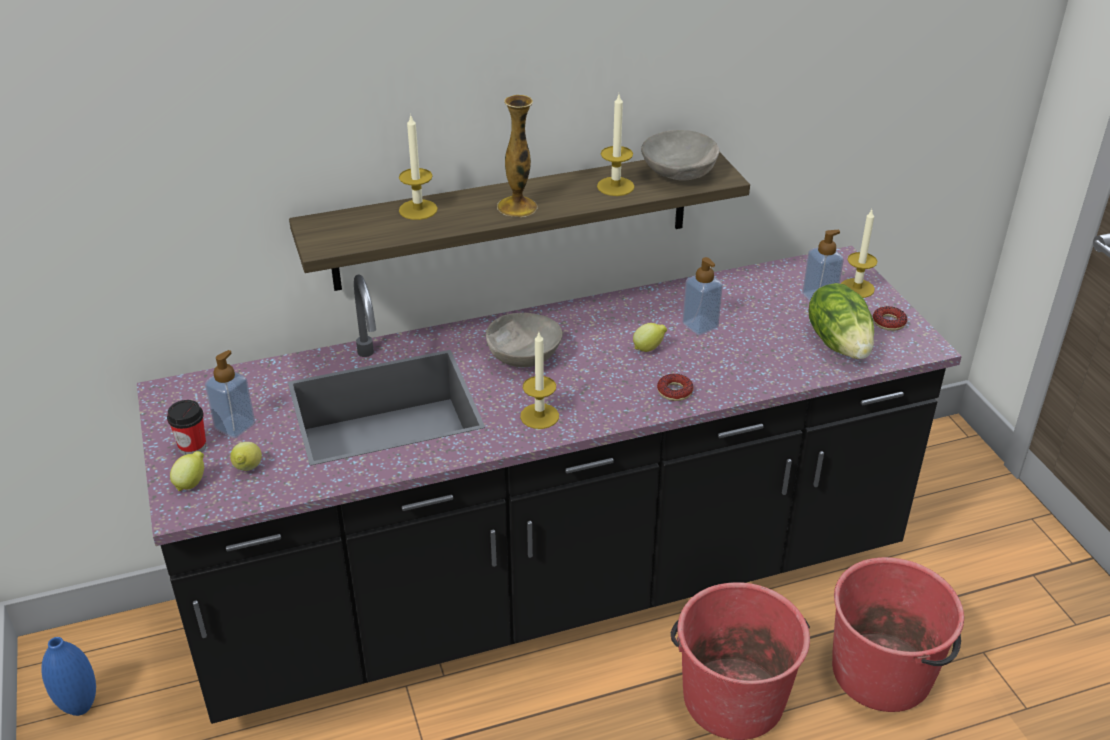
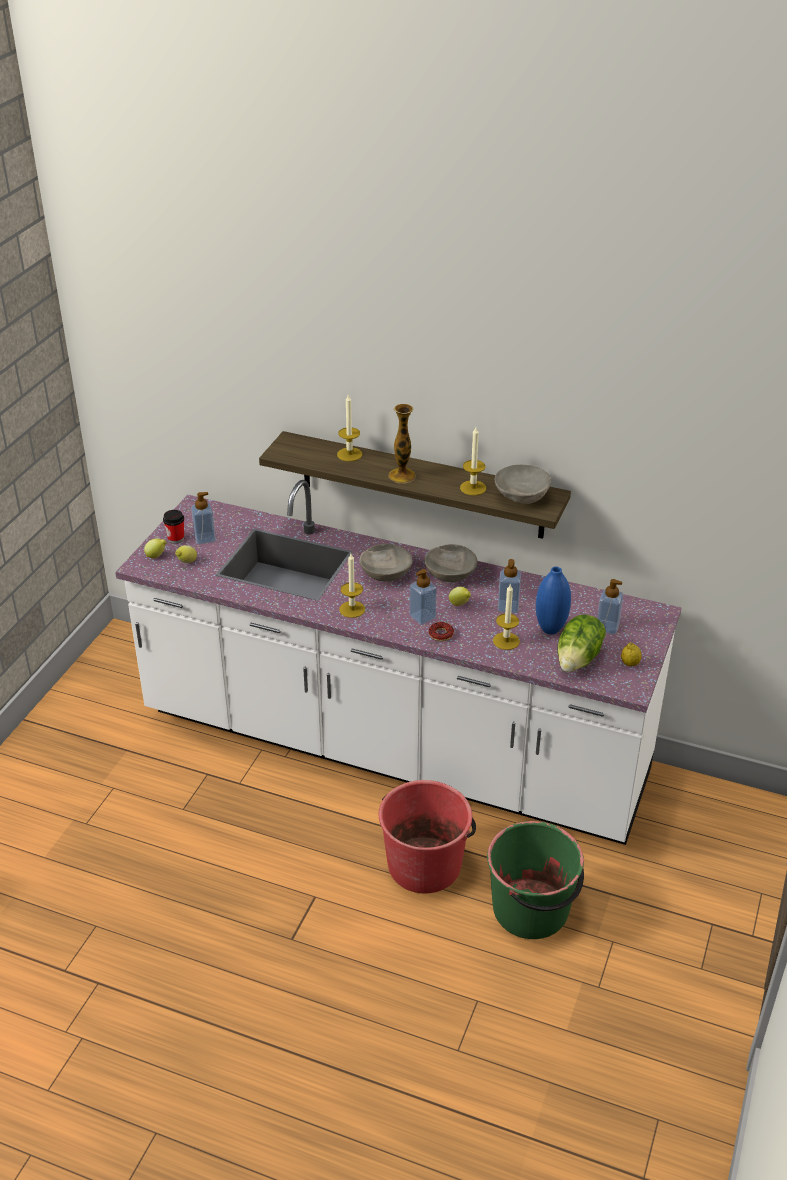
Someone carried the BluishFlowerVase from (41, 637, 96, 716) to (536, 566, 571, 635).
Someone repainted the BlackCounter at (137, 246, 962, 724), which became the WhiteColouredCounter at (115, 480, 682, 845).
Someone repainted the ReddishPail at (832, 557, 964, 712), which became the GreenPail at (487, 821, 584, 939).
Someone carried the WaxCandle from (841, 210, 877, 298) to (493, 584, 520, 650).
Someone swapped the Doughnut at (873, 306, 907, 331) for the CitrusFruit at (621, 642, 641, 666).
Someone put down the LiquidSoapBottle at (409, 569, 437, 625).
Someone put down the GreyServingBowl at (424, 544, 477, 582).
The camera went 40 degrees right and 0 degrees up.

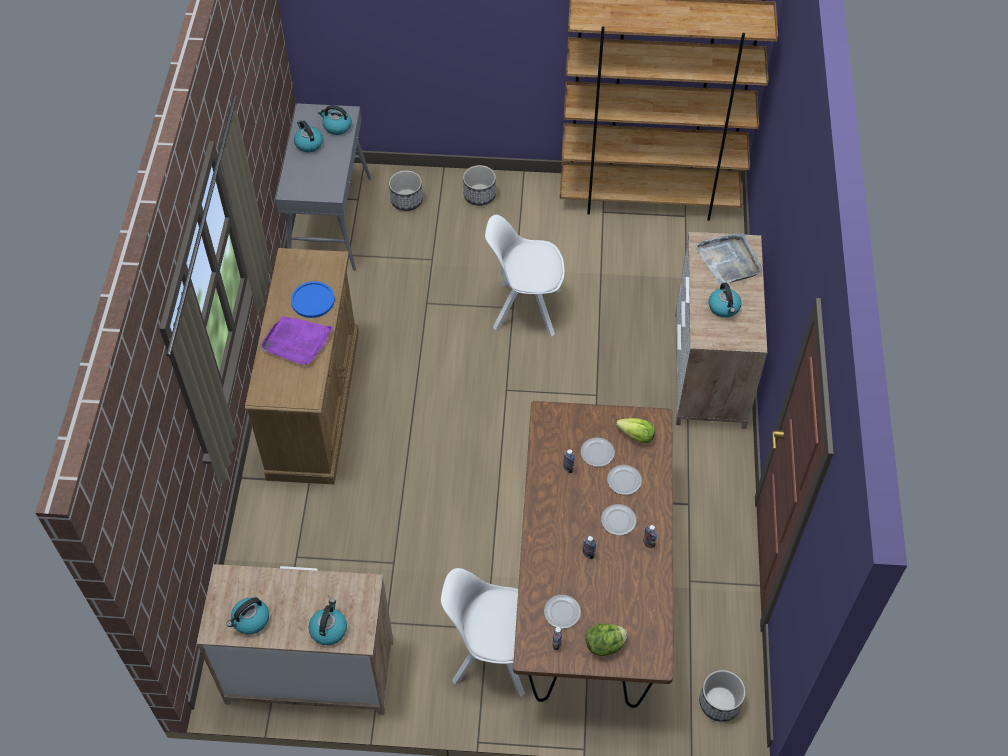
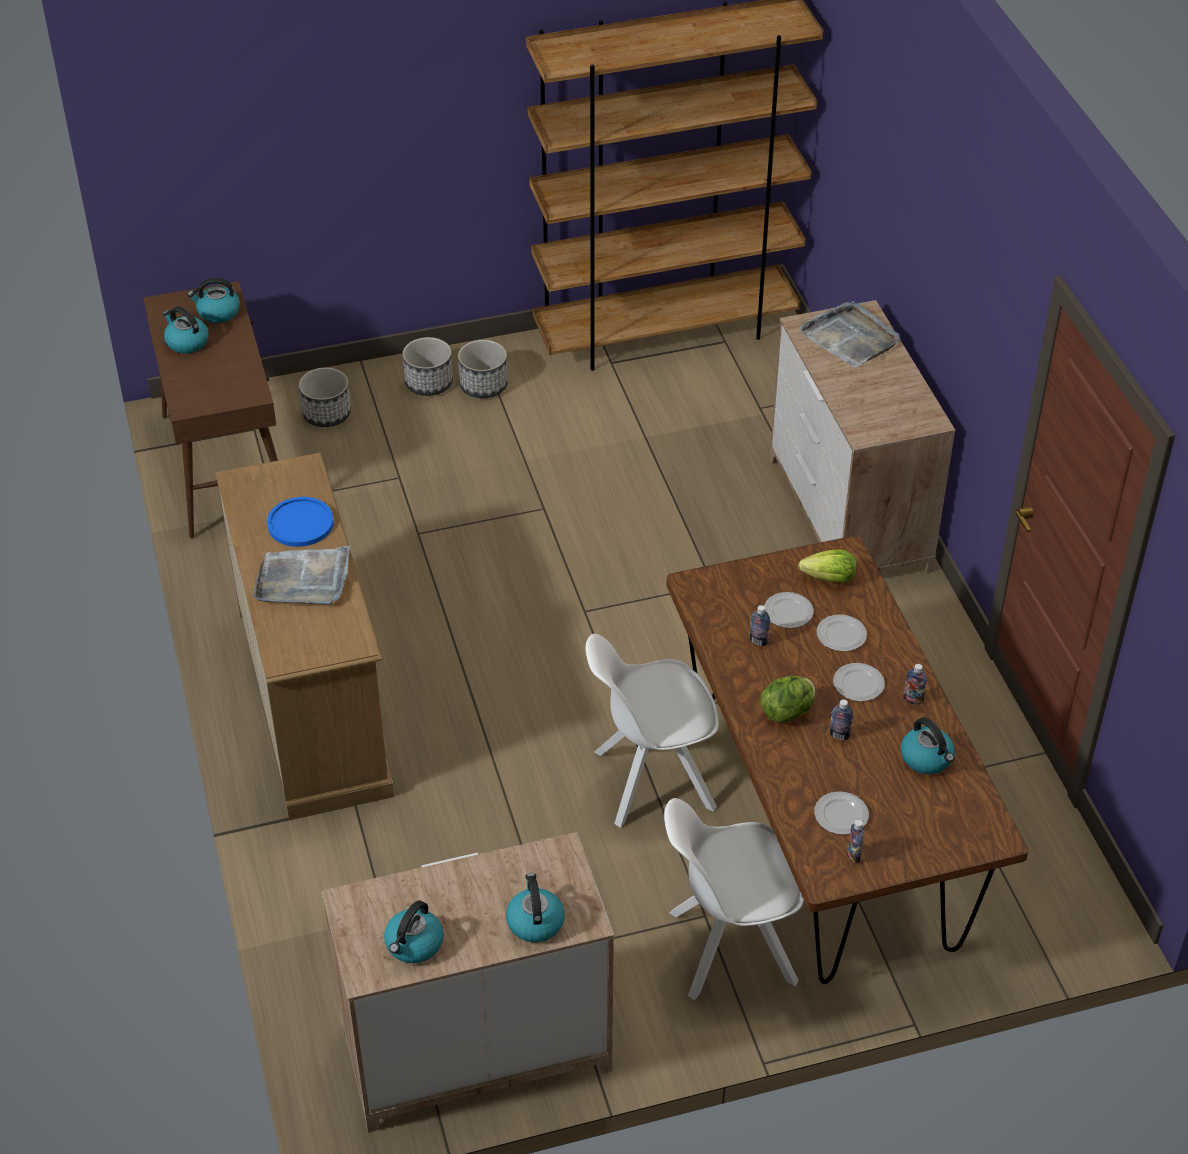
Someone repainted the PurplishTray at (260, 316, 333, 365), which became the GreyTray at (253, 545, 350, 605).
Someone repainted the GreyConsoleTable at (276, 103, 371, 271), which became the BrownishConsoleTable at (143, 281, 278, 538).
Someone carried the WhiteColouredChair from (485, 215, 565, 337) to (585, 634, 719, 828).
Someone carried the Lettuce from (585, 624, 627, 656) to (760, 676, 815, 722).
Someone carried the PlantPot from (699, 670, 746, 722) to (458, 340, 508, 398).
Someone carried the Kettle from (708, 283, 741, 318) to (901, 717, 955, 774).
The camera went 20 degrees left and 10 degrees down.

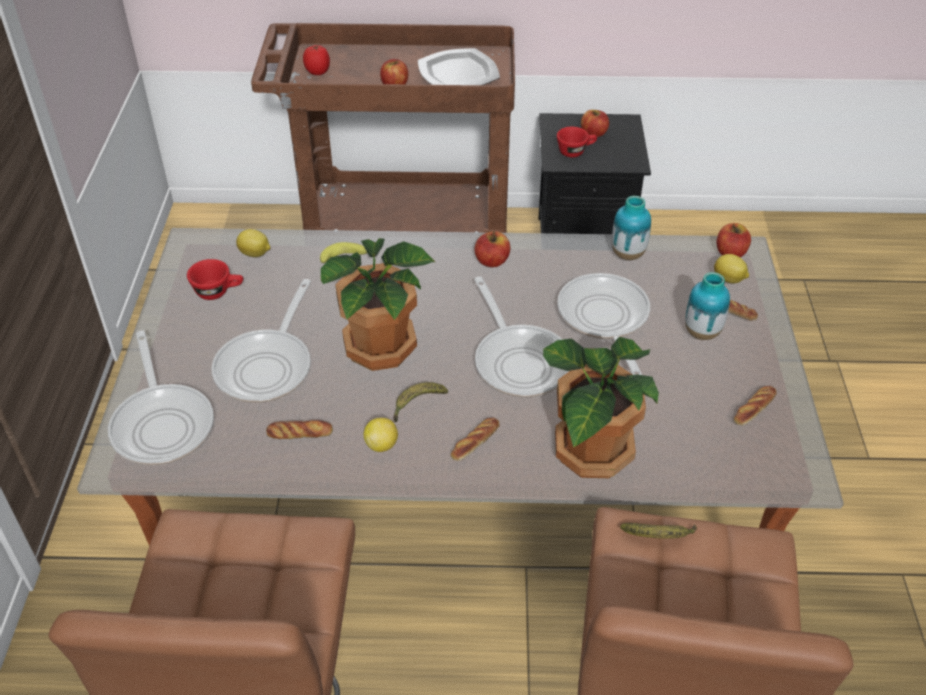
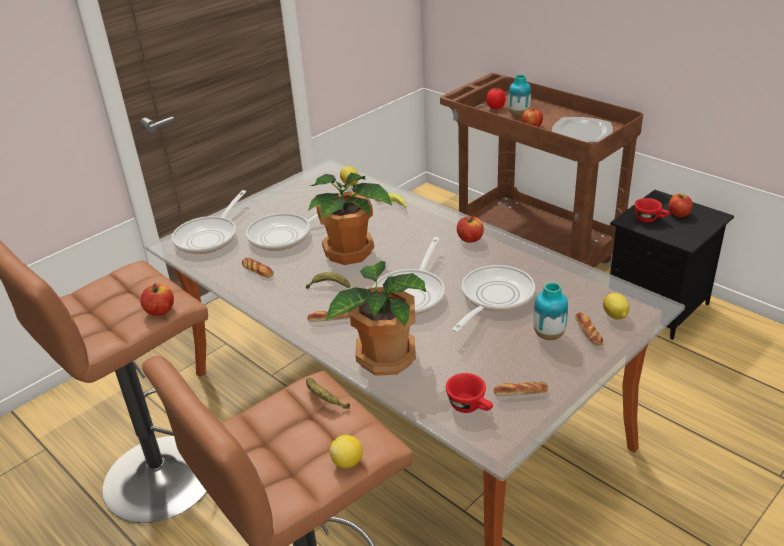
Someone carried the ReddishDrinkingCup from (187, 259, 243, 300) to (446, 373, 493, 413).
Someone carried the CitrusFruit from (364, 418, 398, 452) to (330, 435, 363, 469).
Someone carried the FlowerVase from (612, 196, 651, 260) to (508, 74, 531, 116).
Someone carried the AppleFruit from (717, 223, 751, 258) to (140, 283, 174, 316).
The camera went 45 degrees right and 10 degrees down.

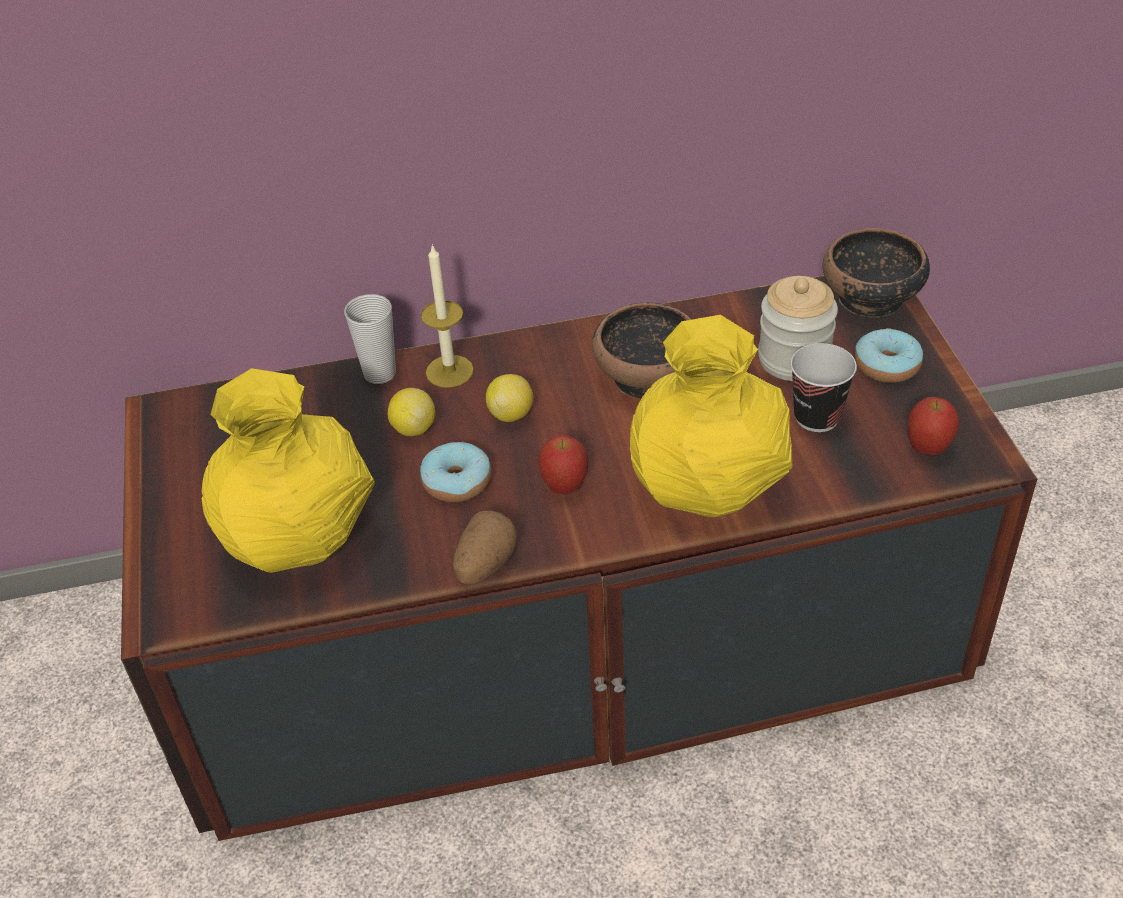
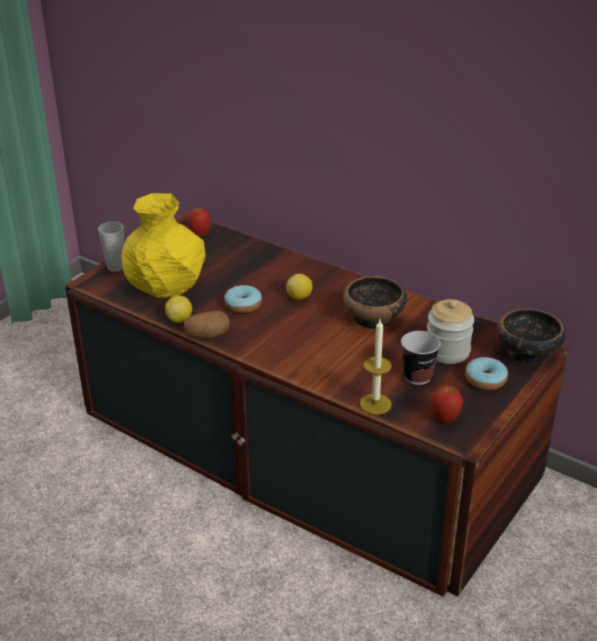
Someone carried the DrinkingCup from (344, 294, 396, 384) to (98, 221, 124, 272).
Someone carried the CitrusFruit from (388, 388, 435, 436) to (165, 296, 192, 323).
Someone carried the WaxCandle from (421, 244, 474, 388) to (360, 320, 392, 415).
Someone carried the AppleFruit from (538, 435, 588, 495) to (187, 207, 210, 237).
Someone took away the YellowFlowerVase at (630, 315, 793, 517).
The camera went 45 degrees right and 10 degrees down.

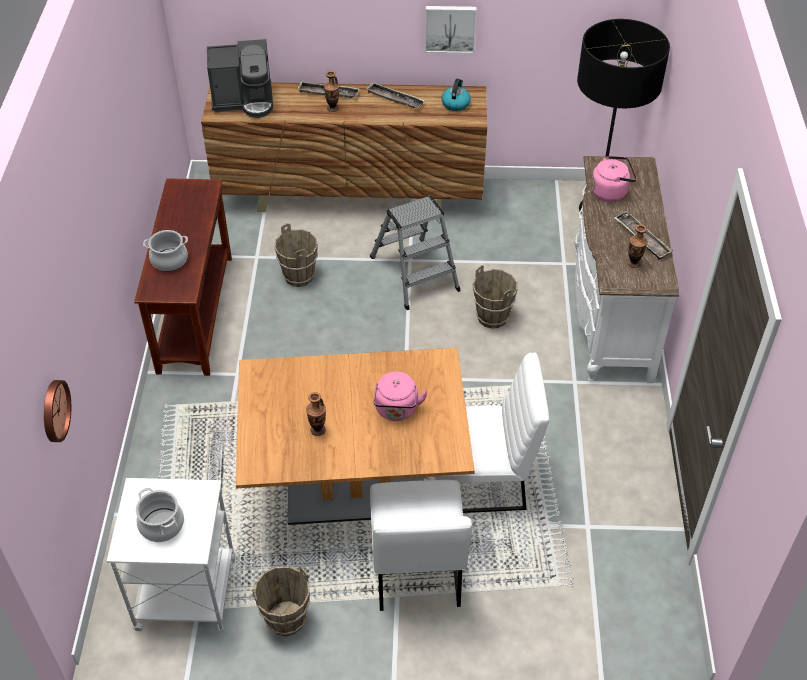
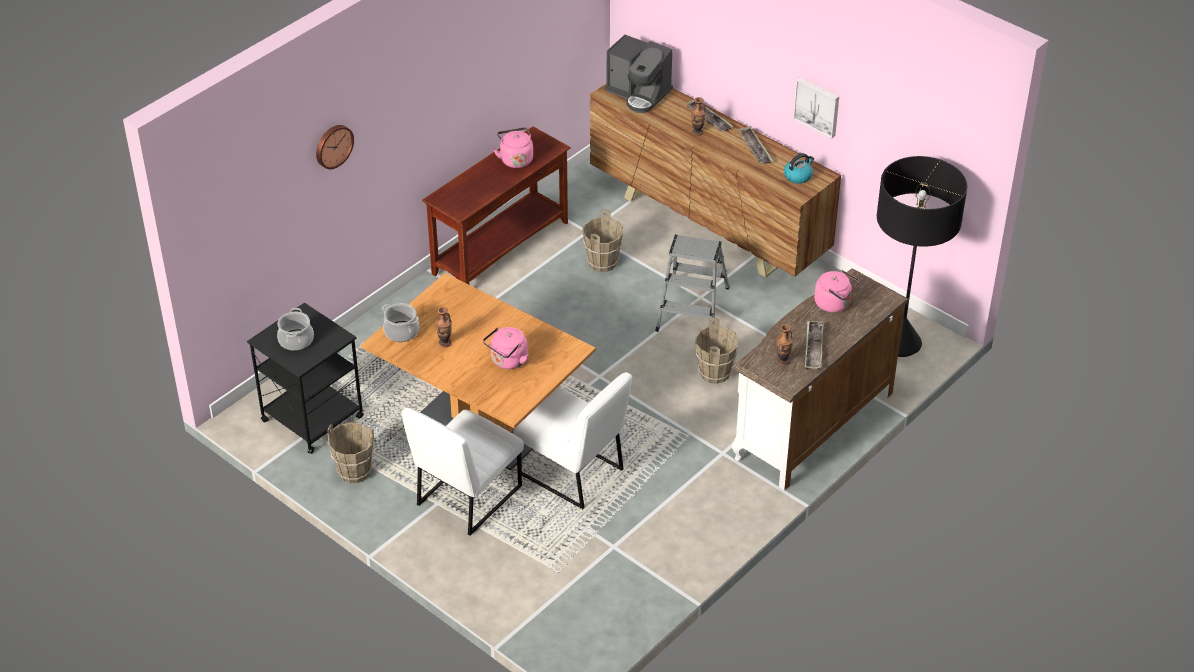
Someone carried the HangingClock from (44, 380, 71, 442) to (316, 125, 354, 169).
Someone repainted the WhiteColouredCart at (107, 478, 235, 633), which became the BlackCart at (247, 303, 364, 453).
Someone carried the Saucepot from (143, 230, 188, 271) to (381, 303, 419, 342).
Someone put down the PinkishKettle at (493, 127, 533, 168).
The camera went 40 degrees right and 5 degrees down.

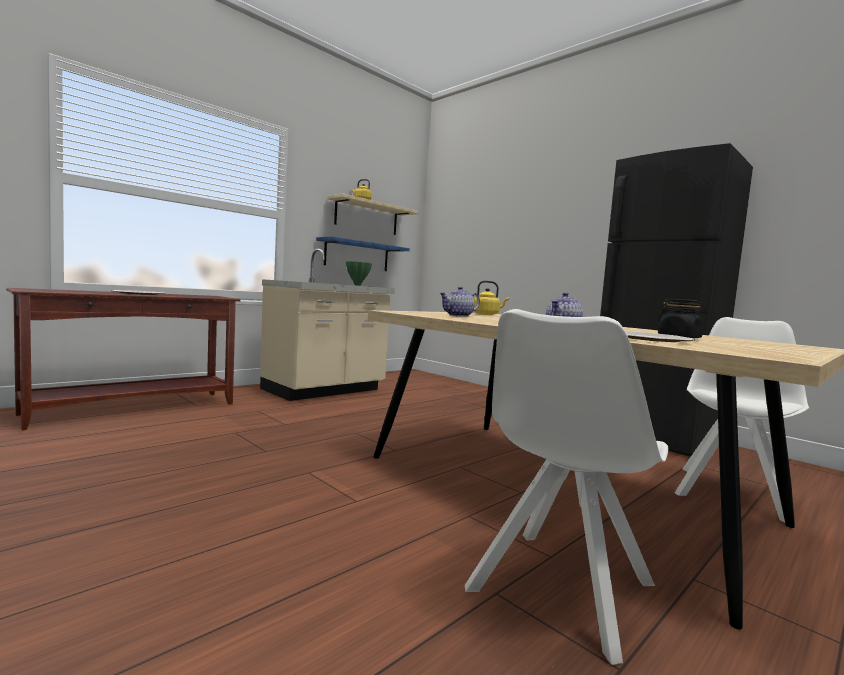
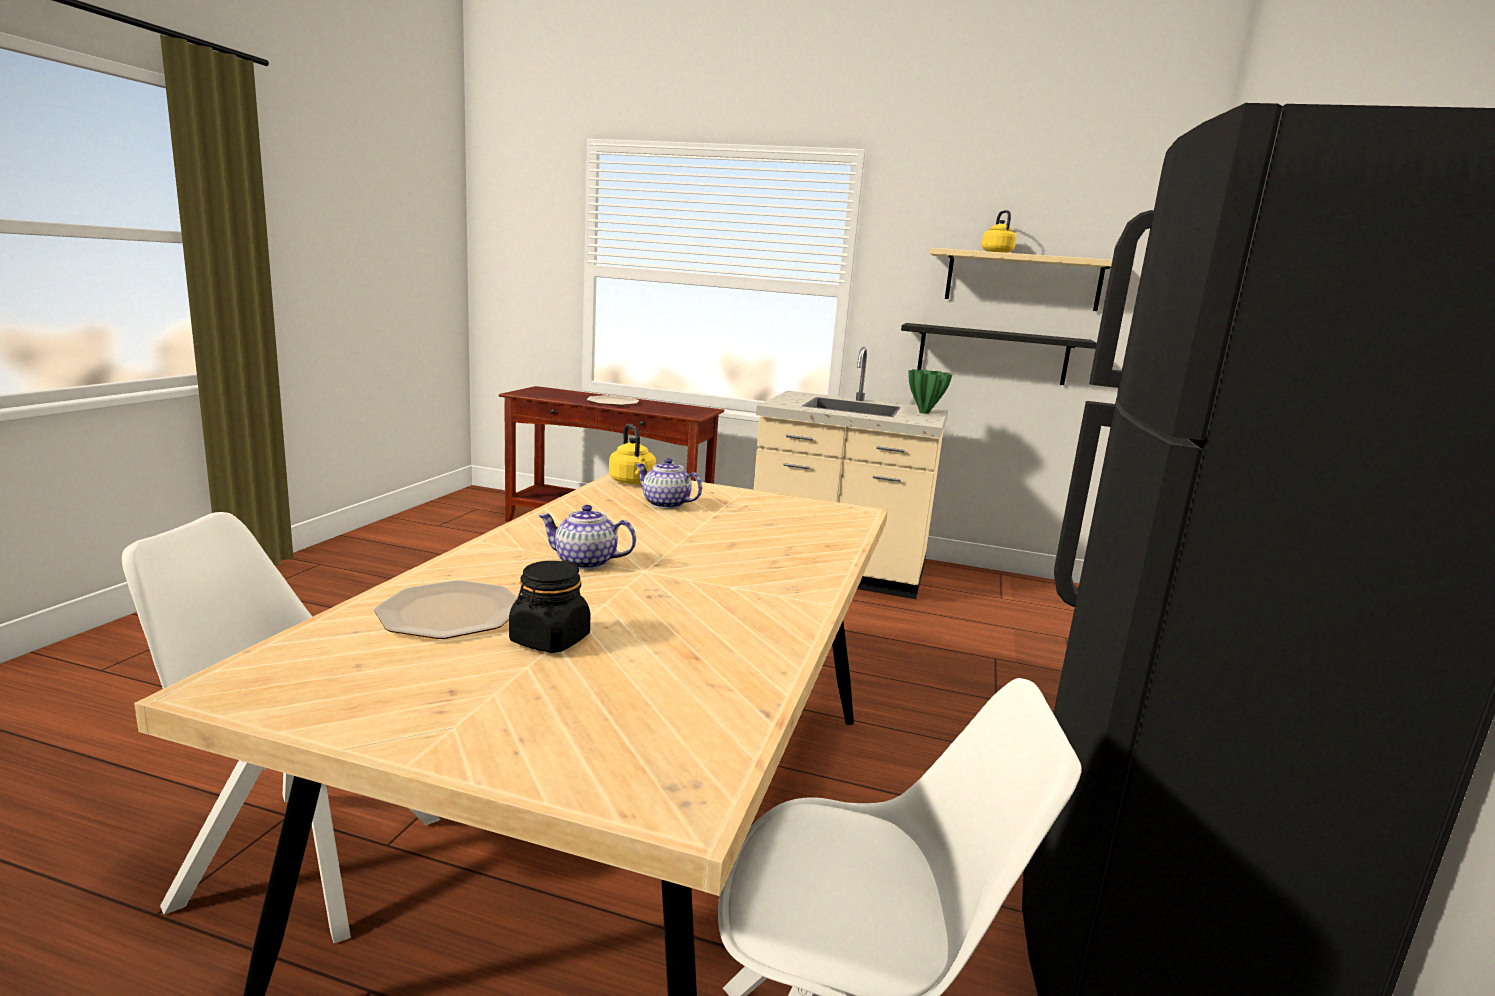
Someone repainted the BluishShelf at (316, 236, 410, 271), which became the BlackShelf at (901, 323, 1097, 385).
Someone carried the YellowKettle from (474, 281, 509, 315) to (609, 424, 656, 484).
The camera went 60 degrees right and 10 degrees up.

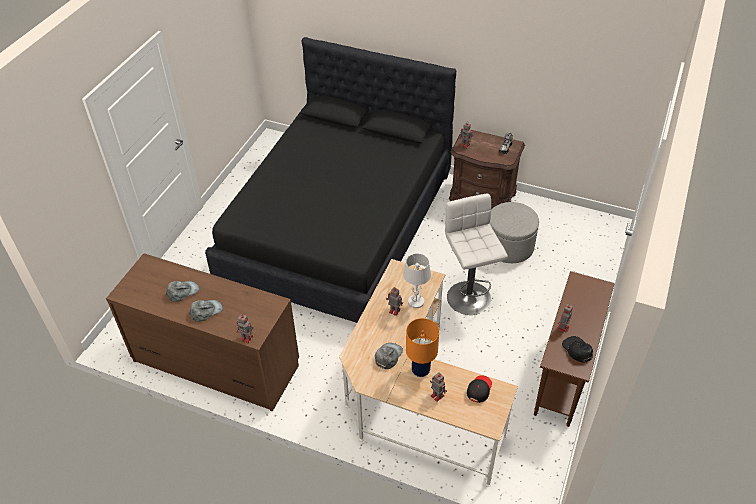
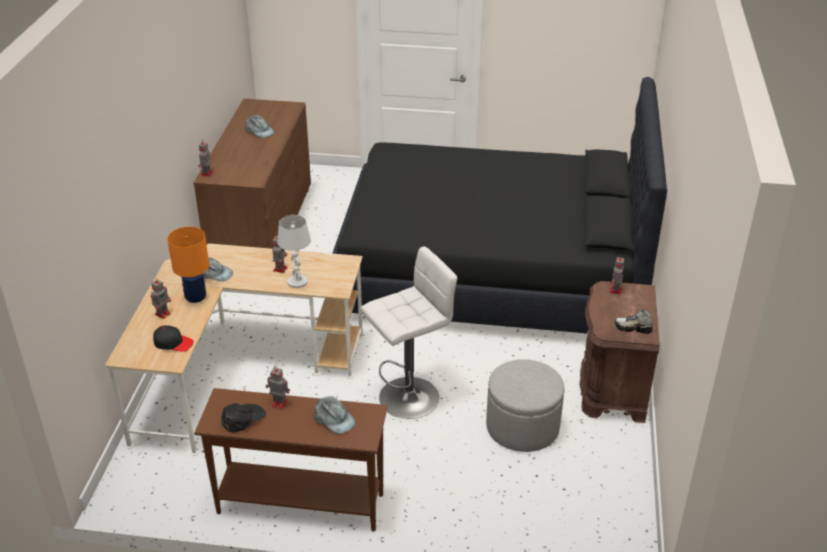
Someone carried the GreyBaseballCap from (189, 300, 223, 322) to (314, 396, 356, 434).
The camera went 75 degrees right and 10 degrees down.

